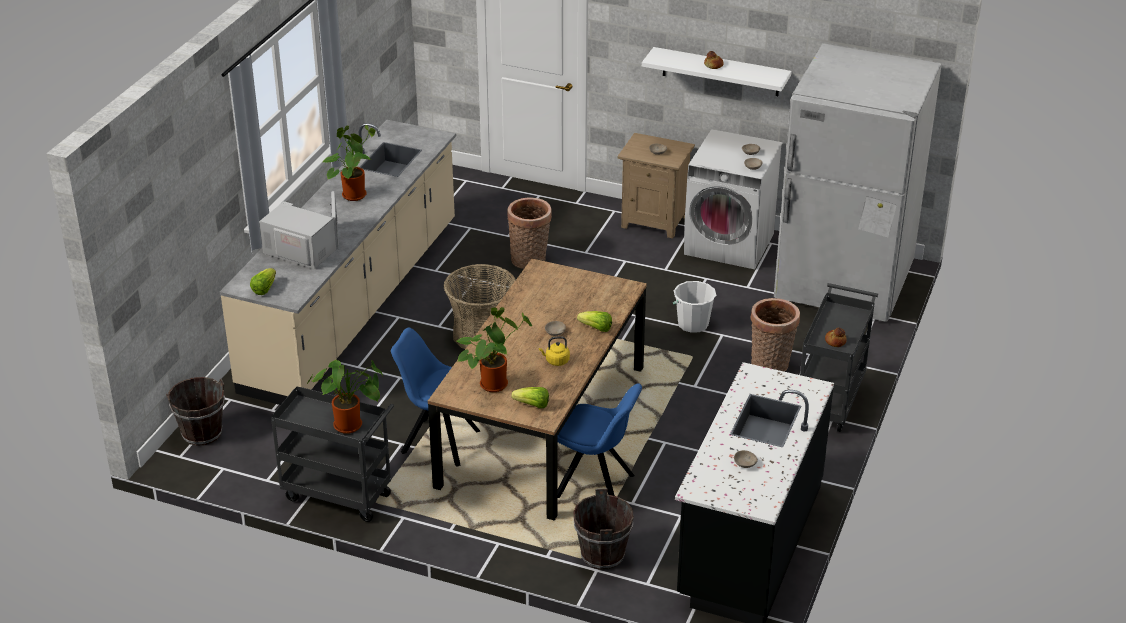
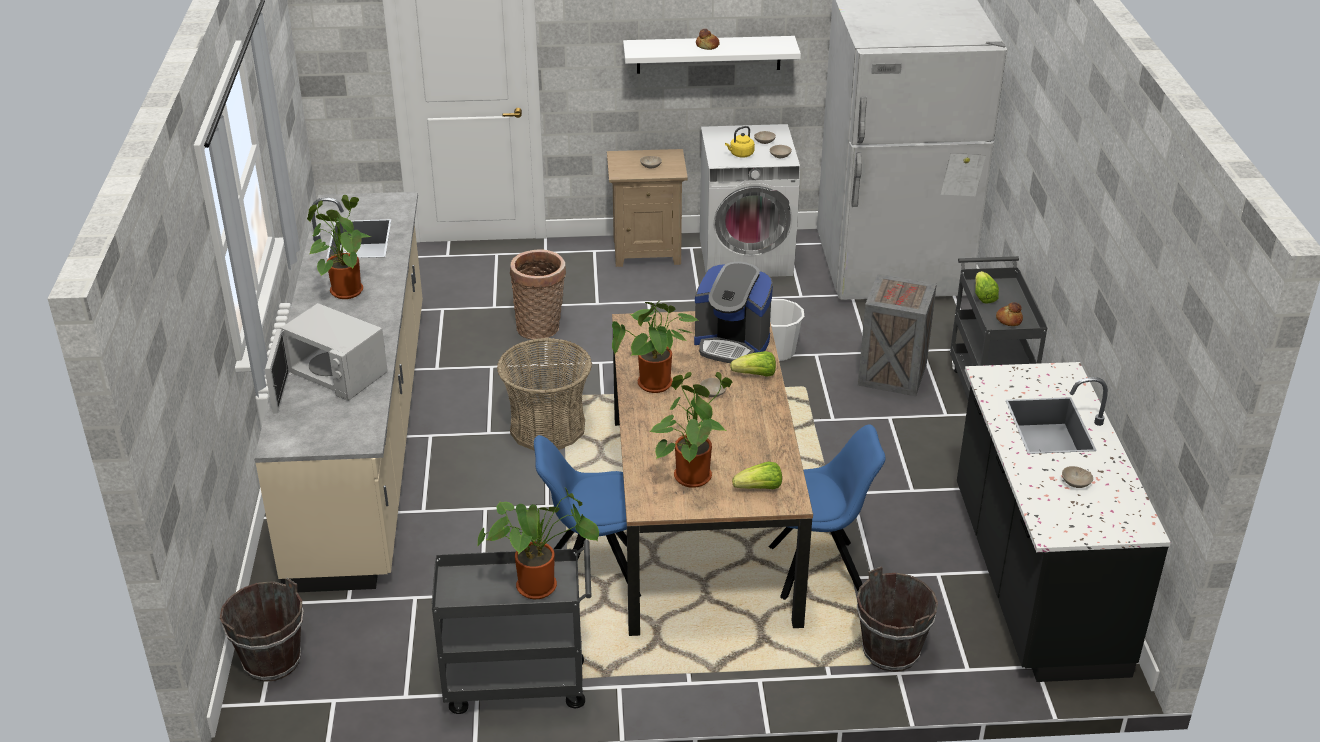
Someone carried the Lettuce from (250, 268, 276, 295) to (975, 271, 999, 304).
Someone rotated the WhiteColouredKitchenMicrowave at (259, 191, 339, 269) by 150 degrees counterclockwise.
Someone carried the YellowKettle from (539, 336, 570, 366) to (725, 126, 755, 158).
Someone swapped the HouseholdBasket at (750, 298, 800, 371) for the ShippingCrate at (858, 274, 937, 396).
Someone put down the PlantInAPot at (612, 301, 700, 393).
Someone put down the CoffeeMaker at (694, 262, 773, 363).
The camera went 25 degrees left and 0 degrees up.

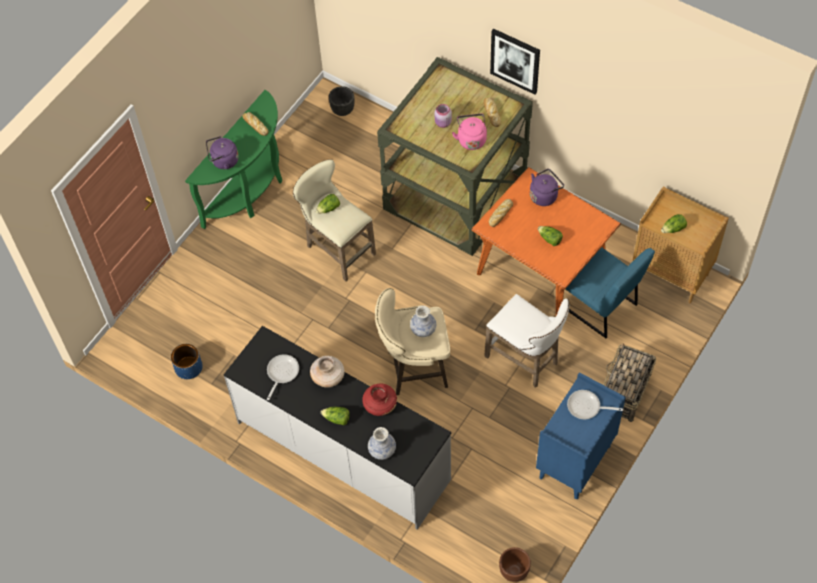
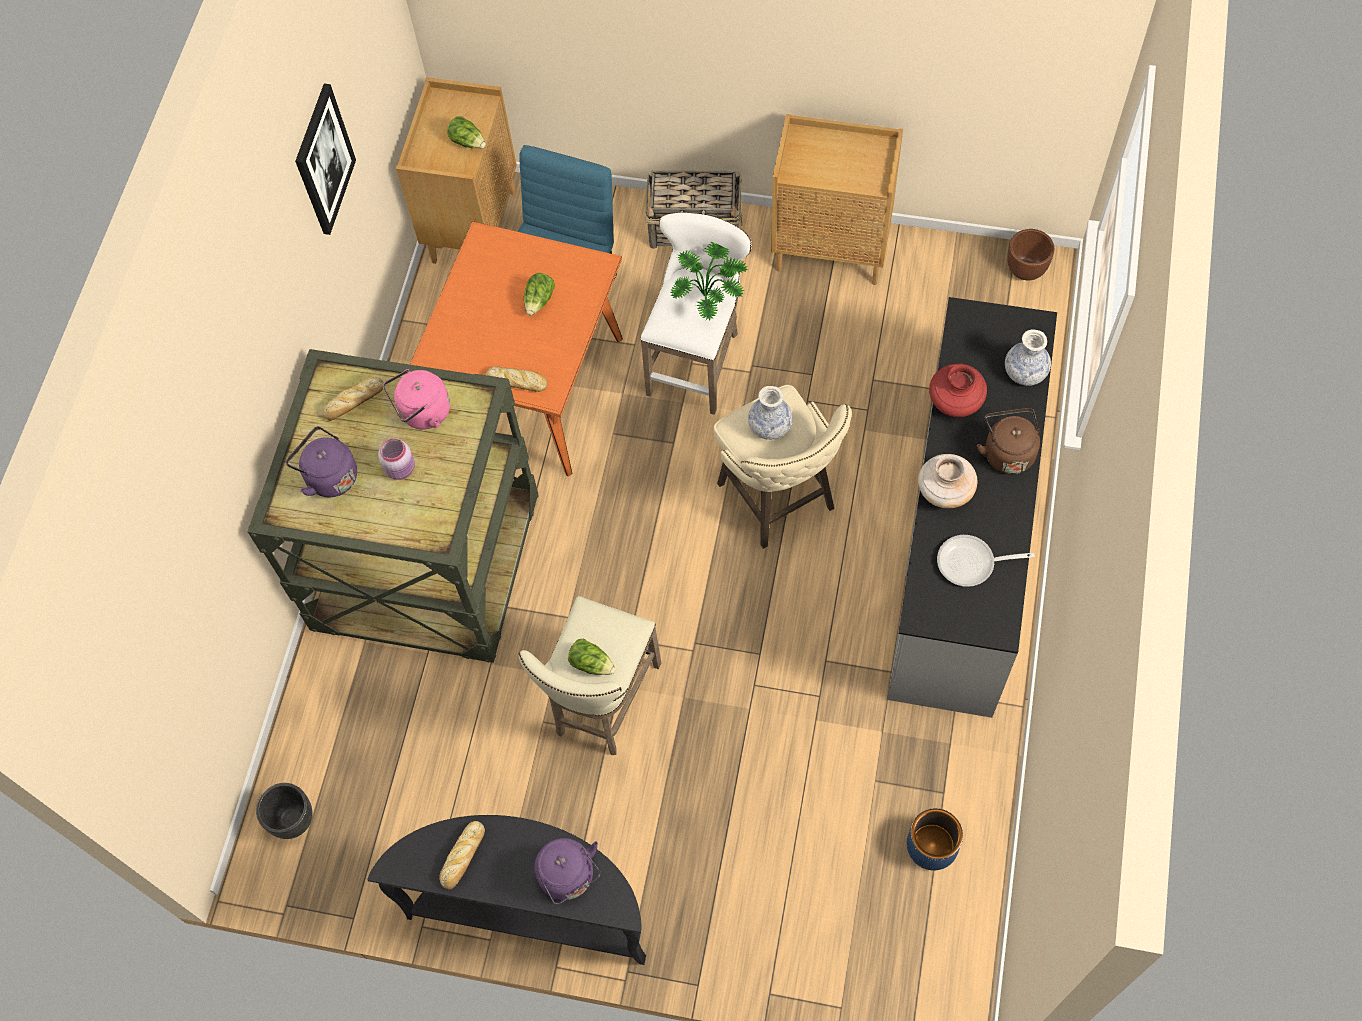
Someone repainted the GreenConsoleTable at (185, 90, 282, 229), which became the BlackConsoleTable at (367, 815, 646, 965).
Someone swapped the Lettuce at (321, 407, 350, 425) for the BrownishKettle at (977, 408, 1040, 474).
Someone carried the Picture from (490, 29, 540, 95) to (295, 84, 356, 235).
Someone carried the PurplishKettle from (530, 169, 564, 206) to (286, 426, 357, 497).
Someone repainted the BluishStorageCabinet at (536, 372, 626, 499), which became the BrownishStorageCabinet at (771, 114, 903, 285).
Someone took away the Pan at (567, 390, 623, 419).
Someone put down the PlantInAPot at (670, 242, 748, 320).
The camera went 110 degrees left and 5 degrees up.

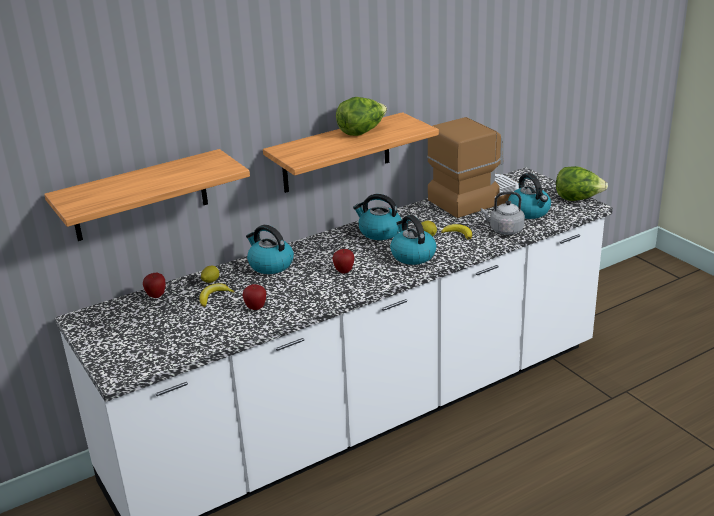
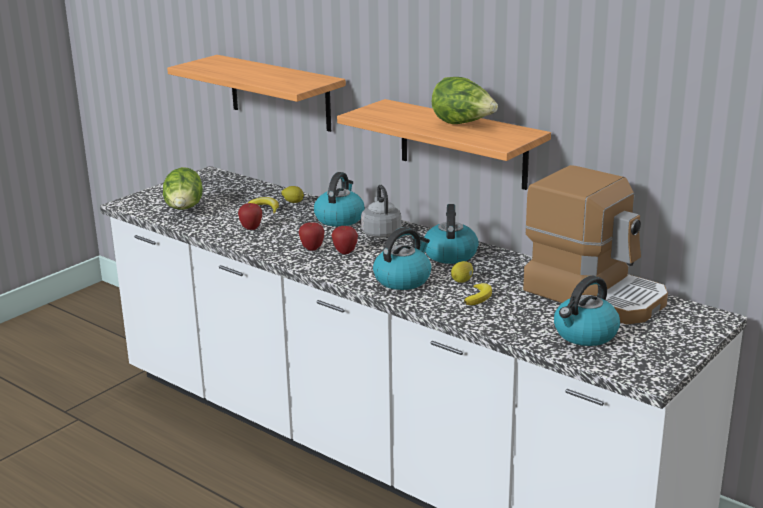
Someone carried the AppleFruit from (143, 273, 165, 298) to (298, 222, 325, 251).
Someone carried the GreyKettle from (481, 192, 525, 235) to (361, 185, 401, 238).
Someone carried the Lettuce from (556, 166, 608, 201) to (163, 167, 203, 210).
The camera went 70 degrees right and 5 degrees down.

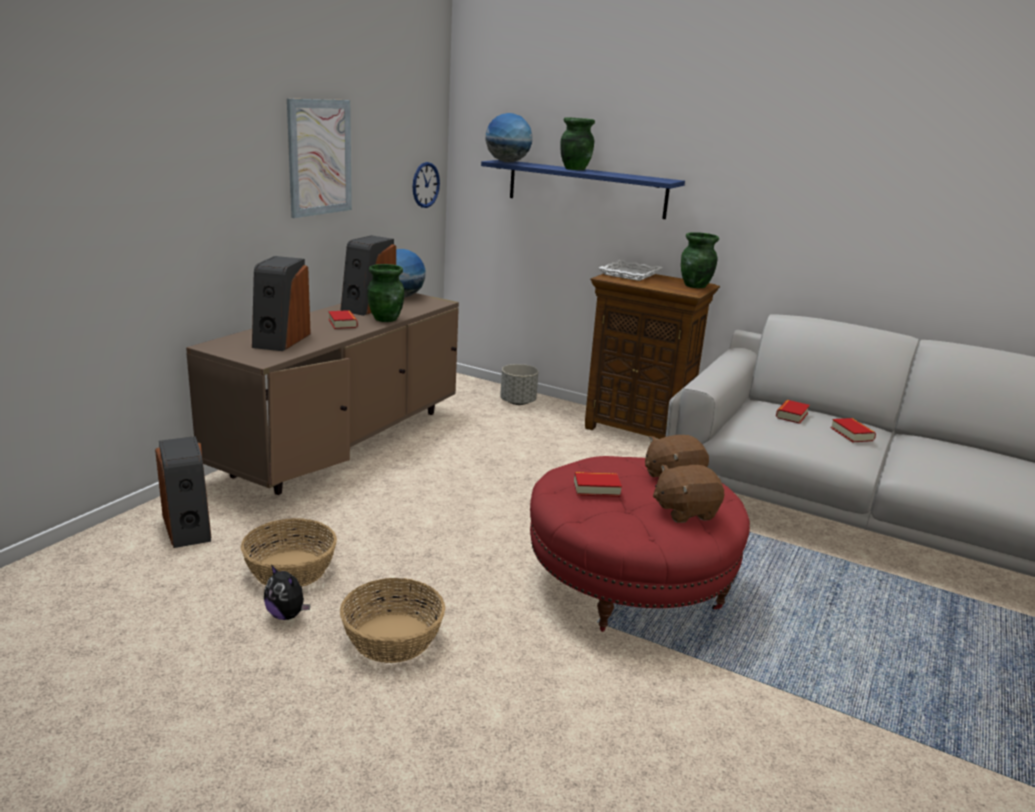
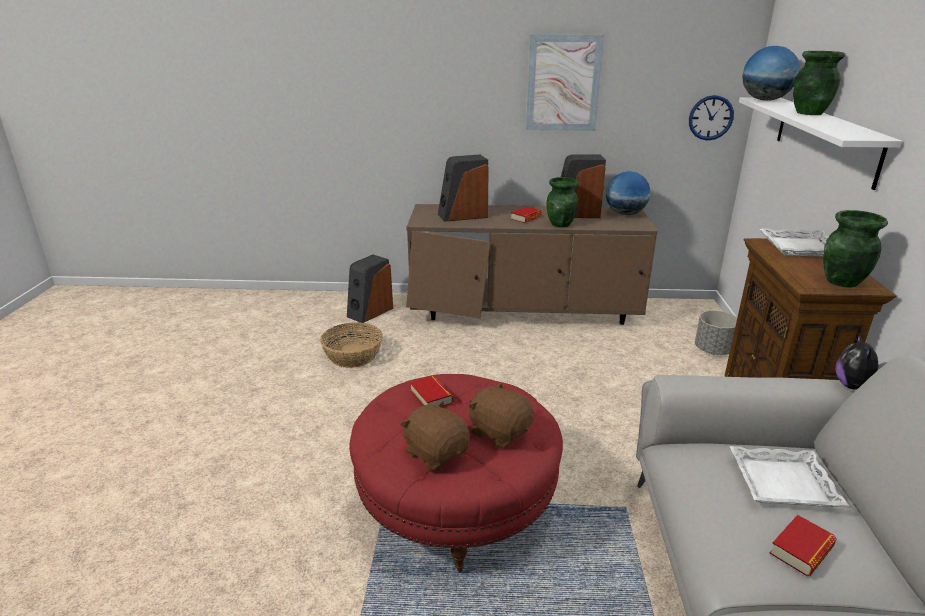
Someone carried the SoftToy from (264, 565, 310, 620) to (836, 334, 879, 389).
Someone took away the HouseholdBasket at (340, 578, 445, 663).
Someone repainted the BluishShelf at (481, 160, 685, 219), which became the WhiteColouredShelf at (739, 97, 903, 190).
Someone swapped the BoundBook at (776, 400, 810, 424) for the WhiteColouredTray at (730, 446, 849, 507).
The camera went 65 degrees right and 5 degrees up.

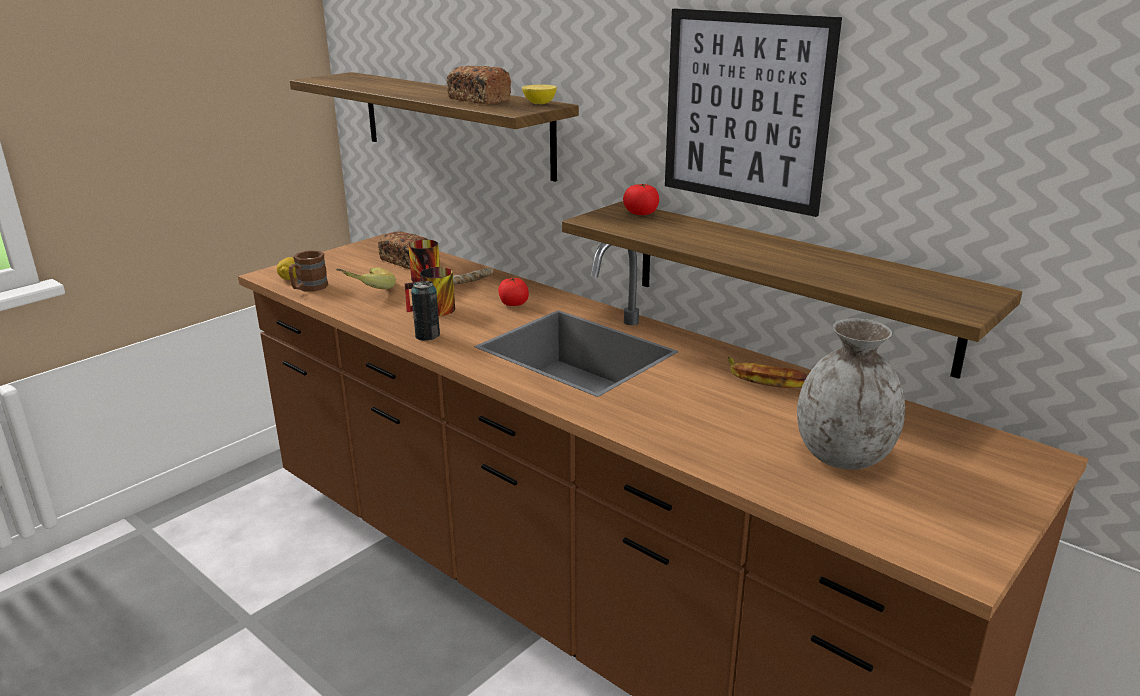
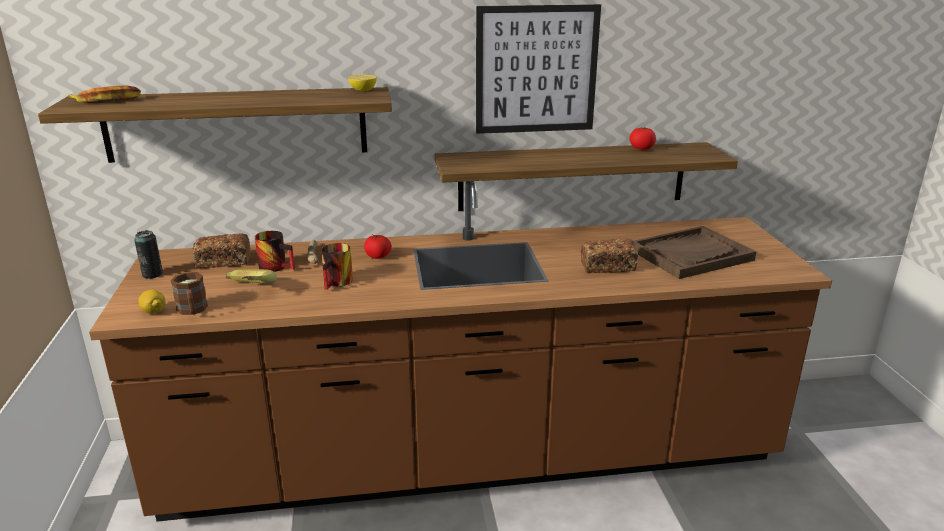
Someone carried the MetalCan from (411, 281, 440, 341) to (134, 230, 163, 279).
Someone carried the BakedBread from (447, 66, 511, 104) to (581, 239, 638, 273).
Someone carried the WholeTomato from (623, 184, 659, 215) to (630, 127, 656, 150).
Someone carried the BananaFruit from (728, 356, 808, 388) to (68, 85, 141, 103).
Someone swapped the GreyFlowerVase at (797, 319, 905, 470) for the BrownishTray at (633, 226, 756, 279).
The camera went 50 degrees left and 0 degrees up.

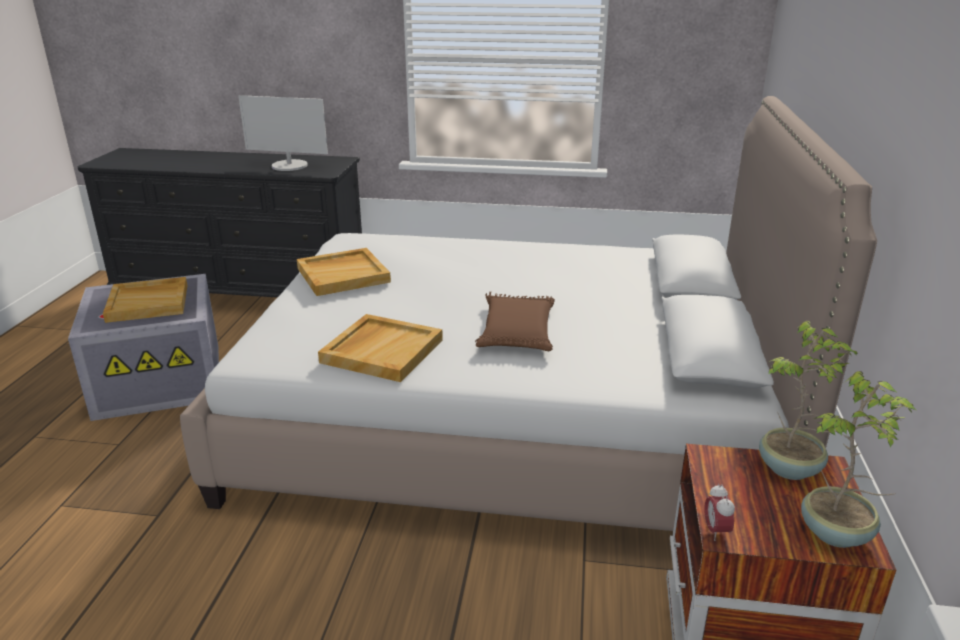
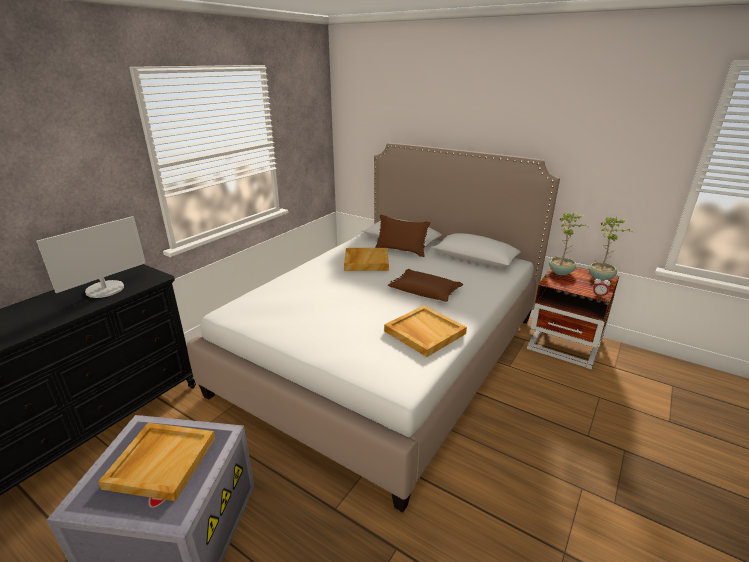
Someone carried the BeigeTray from (297, 248, 391, 296) to (344, 248, 389, 271).
Someone put down the BrownishPillow at (375, 215, 430, 257).
The camera went 65 degrees left and 0 degrees up.

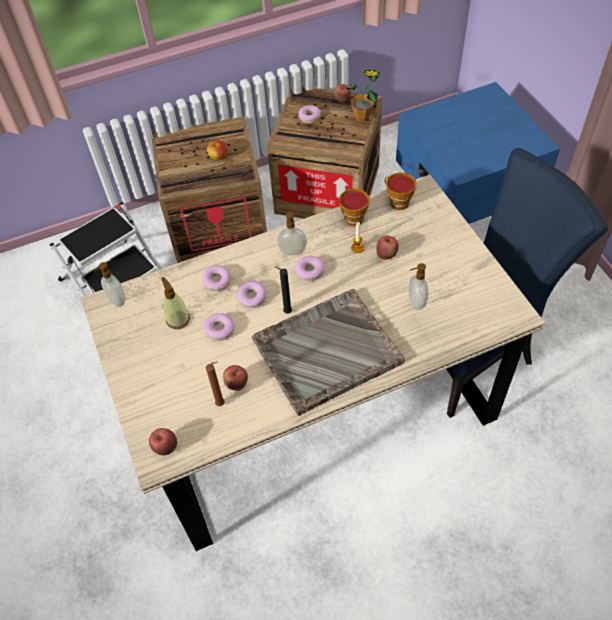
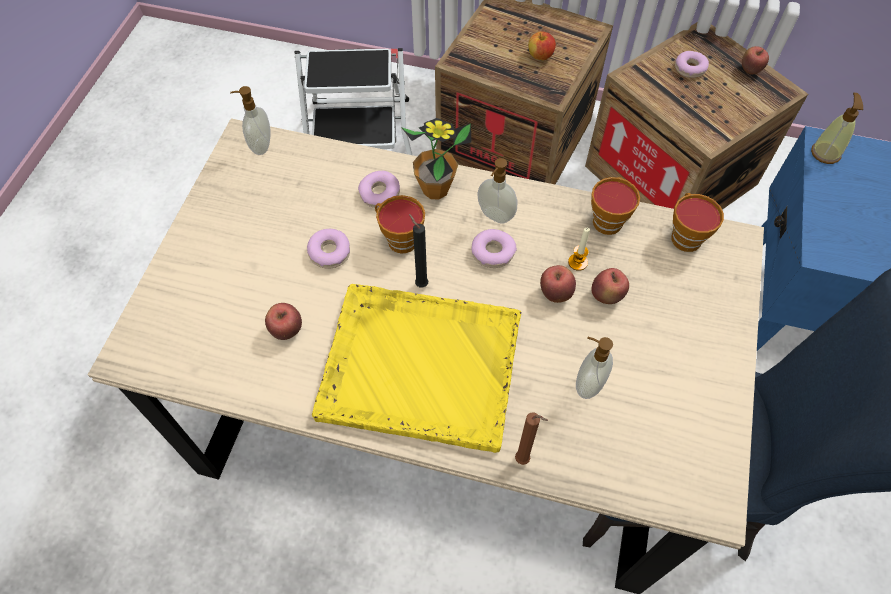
Someone carried the AppleFruit from (149, 428, 177, 456) to (540, 265, 576, 303).
Someone carried the LiquidSoapBottle from (161, 277, 190, 329) to (811, 93, 863, 164).
Someone carried the BrownishWaxCandle from (206, 361, 225, 406) to (515, 412, 548, 465).
Someone swapped the Doughnut at (237, 281, 267, 308) for the DrinkingCup at (375, 195, 425, 254).
Someone repainted the GreyTray at (252, 289, 405, 416), which became the YellowTray at (312, 284, 521, 453).
Someone carried the PlantInAPot from (345, 69, 380, 122) to (401, 118, 471, 200).
The camera went 35 degrees right and 5 degrees up.

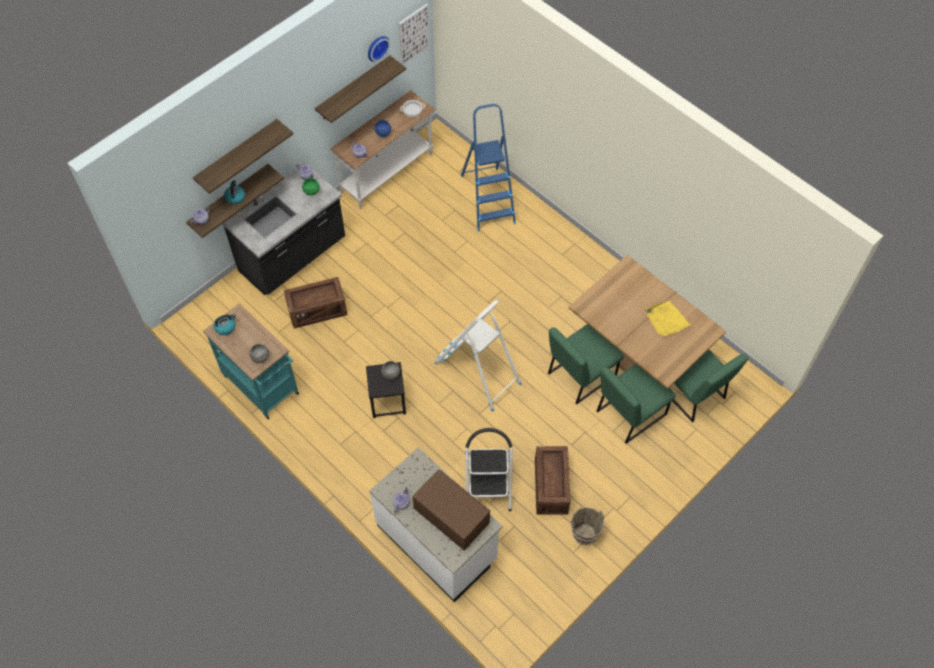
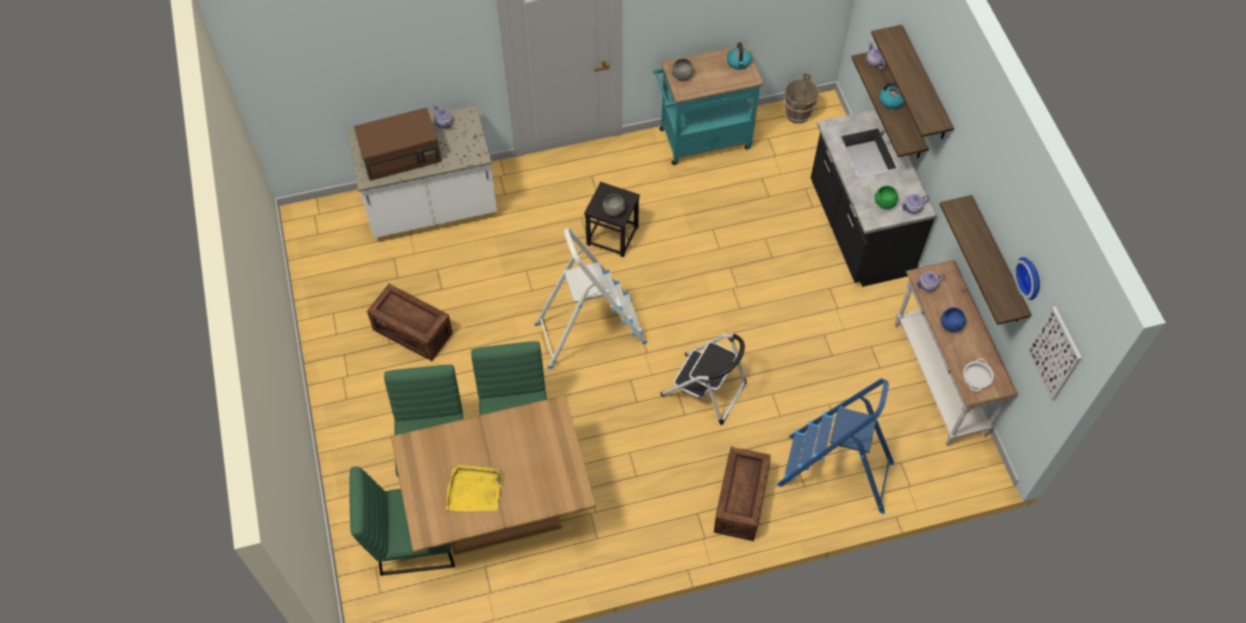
Someone carried the ShippingCrate from (284, 277, 347, 328) to (714, 446, 771, 541).
Someone carried the StepStool from (465, 428, 513, 511) to (661, 334, 747, 425).
Someone carried the BrownishPail from (571, 507, 604, 545) to (784, 73, 819, 124).
The camera went 120 degrees right and 0 degrees up.

